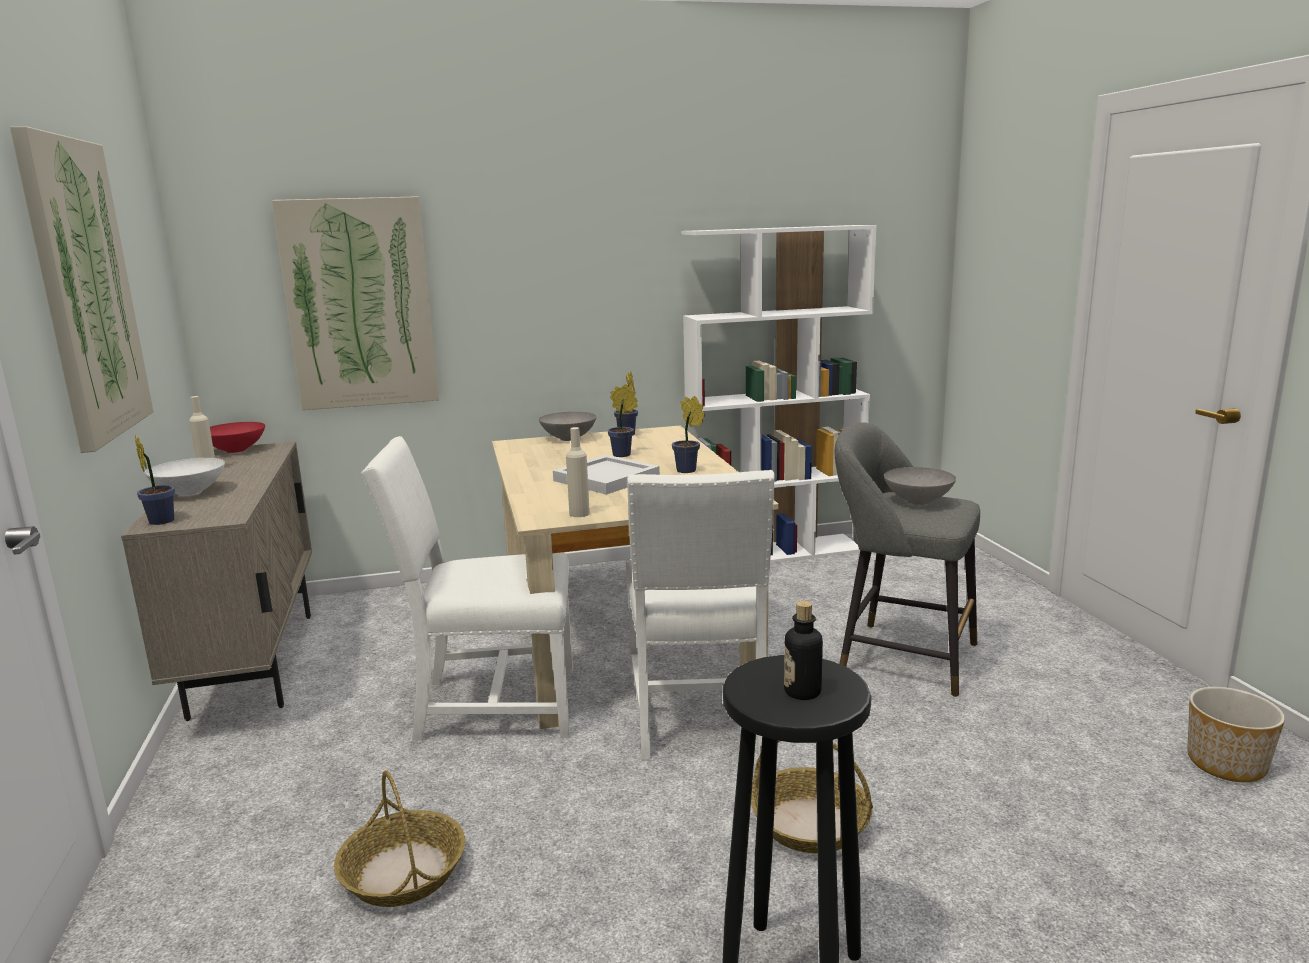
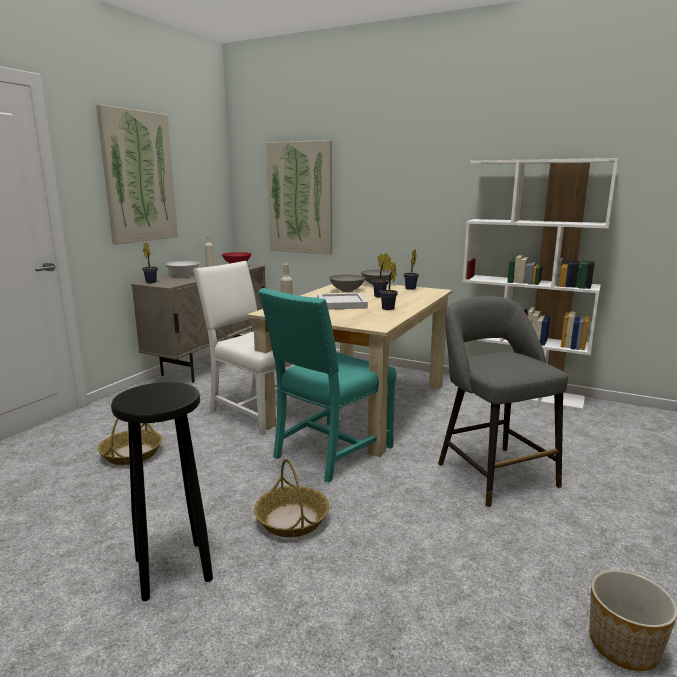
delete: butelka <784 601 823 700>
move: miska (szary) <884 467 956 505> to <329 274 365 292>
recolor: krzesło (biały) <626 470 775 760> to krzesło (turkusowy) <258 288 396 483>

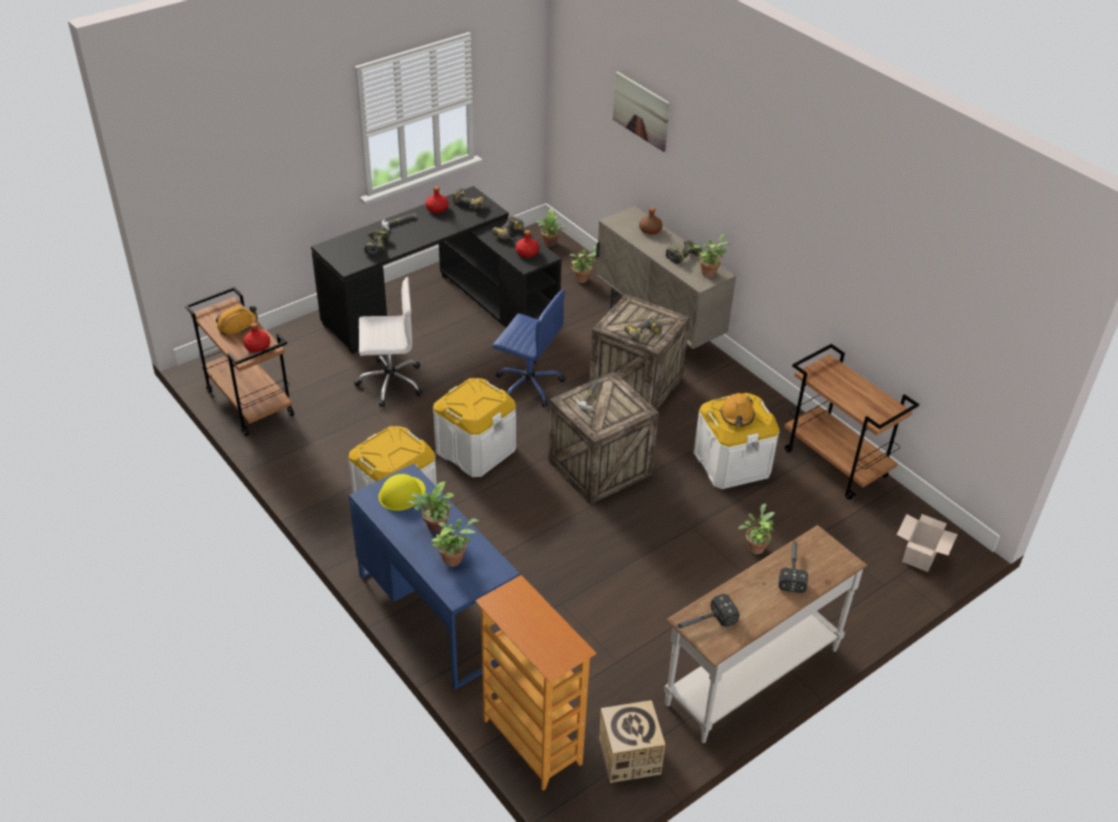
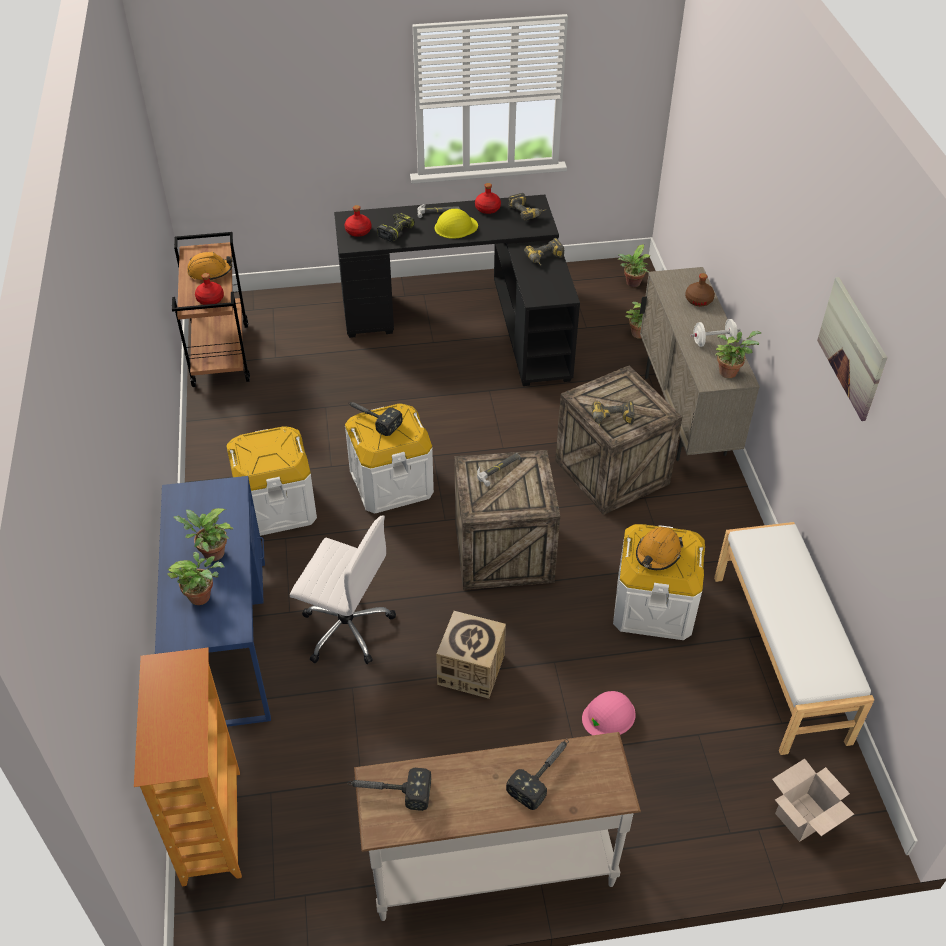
delete: krzesło biurowe (niebieski) <492 290 565 408>
insert: młotek <348 402 403 436>
move: krzesło biurowe (biały) <354 277 423 407> to <290 516 396 664>; butelka (czerwony) <515 230 539 257> to <345 205 371 237>; kask (żółty) <378 474 426 511> to <435 209 478 239>; karton <599 700 665 783> to <436 611 506 699>; obraz <613 71 670 152> to <817 277 888 421>
replace: roślina doniczkowa <738 504 775 554> to kask (różowy) <582 691 636 735>; wiertarka <666 240 702 264> to hantel (biały) <690 319 741 347>; wózek (brązowy) <784 344 919 500> to ławka (biały) <714 522 874 755>

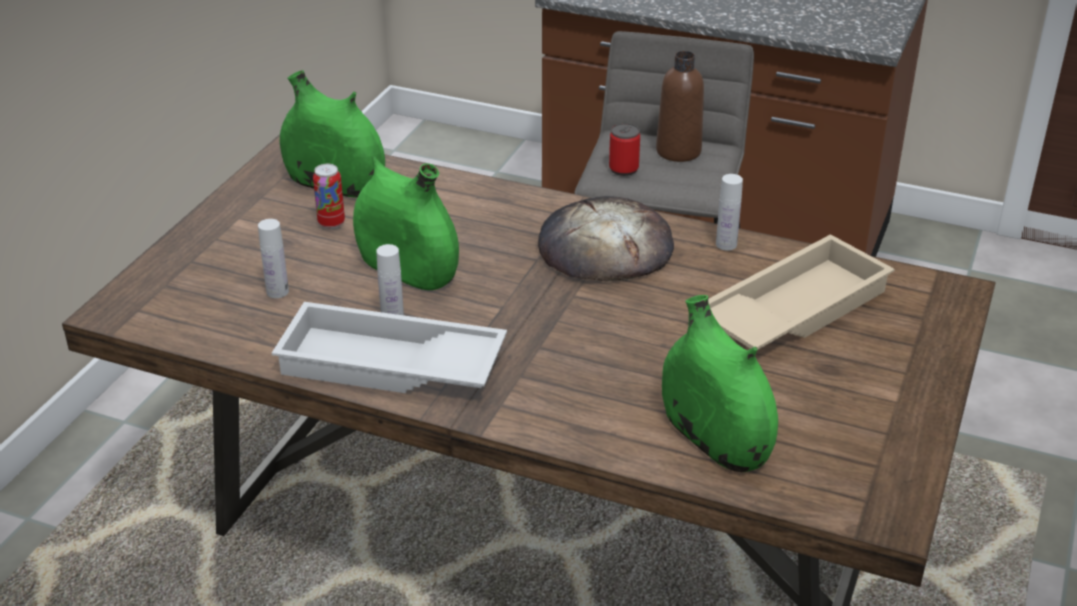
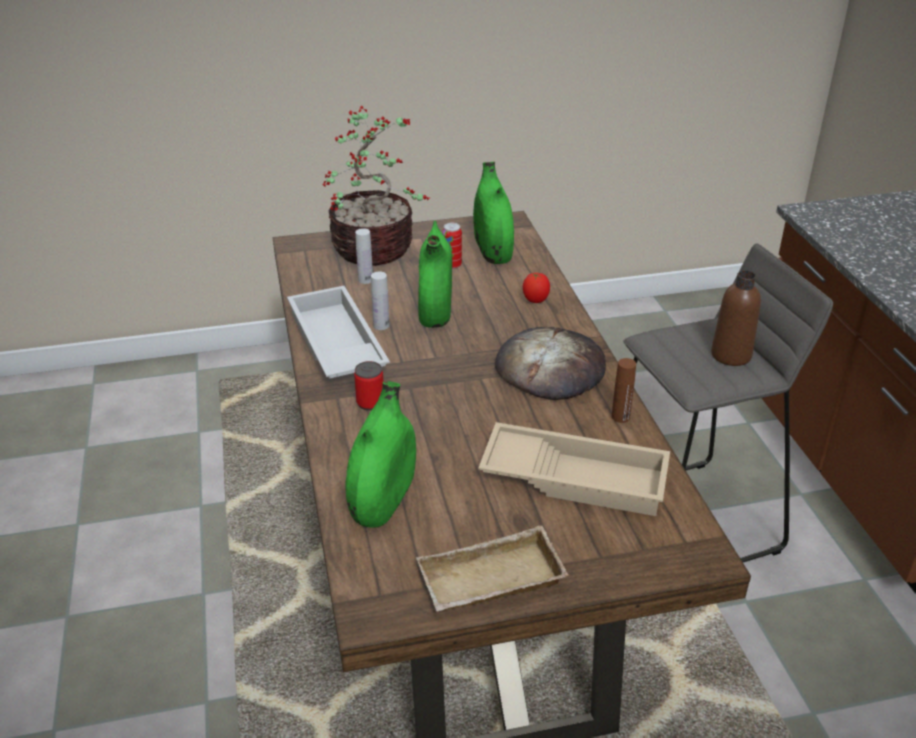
insert: roślina doniczkowa <323 105 430 266>; taca (beżowy) <416 525 569 611>; pomidor <523 273 550 303>
move: puszka <609 123 640 176> to <354 361 383 411>
recolor: butelka (biały) <716 174 743 251> to butelka (brązowy) <612 358 636 423>

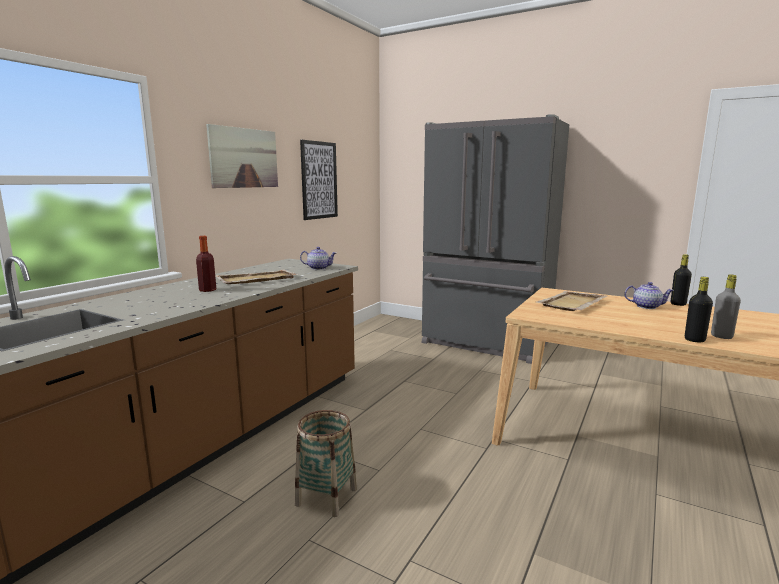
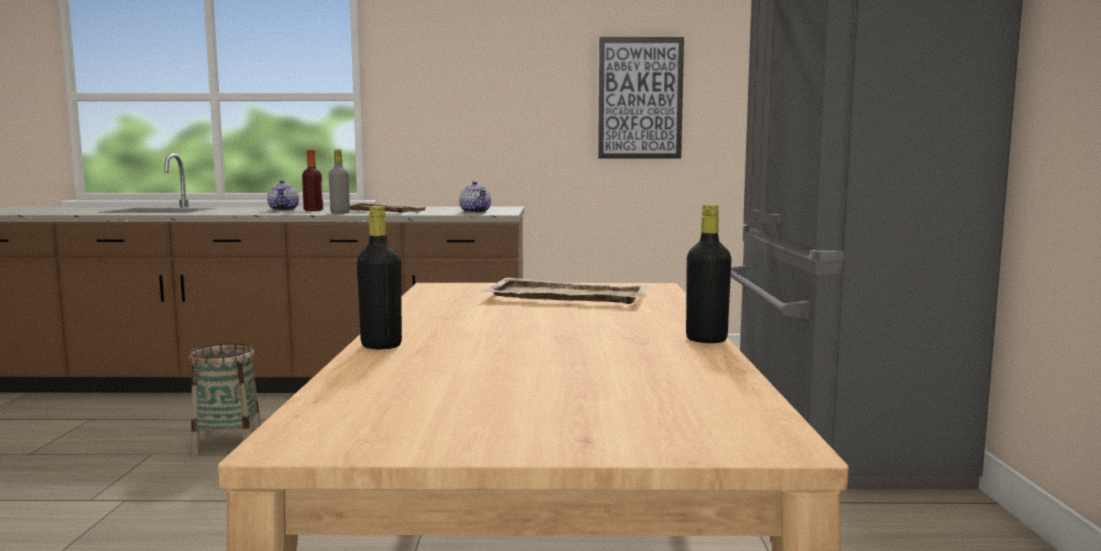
delete: obraz <206 124 278 188>
move: imbryk <624 282 674 309> to <267 180 299 211>; butelka (szary) <711 274 741 339> to <329 149 350 214>

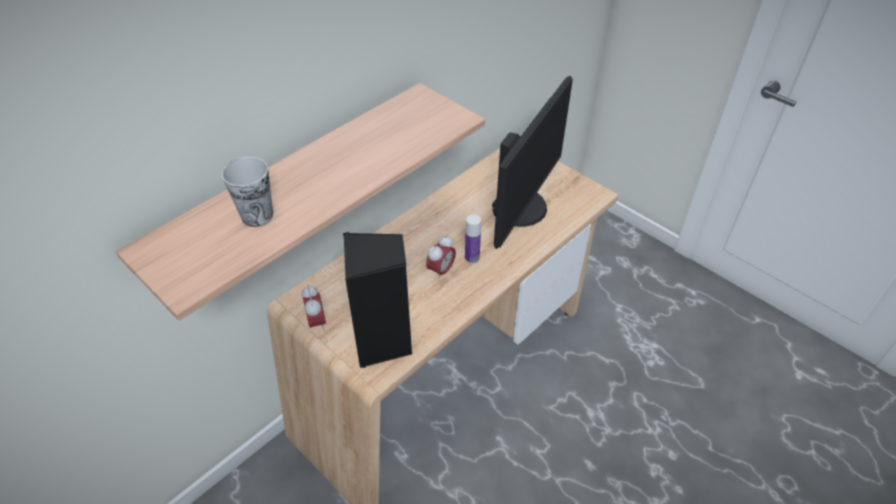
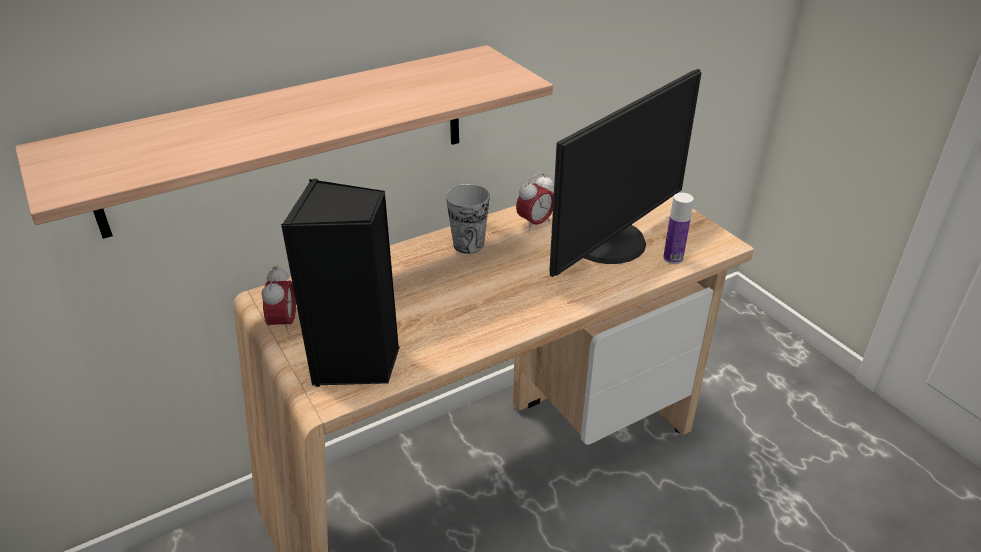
move: filiżanka <222 157 273 227> to <446 184 490 254>; budzik <426 235 456 280> to <516 173 554 231>; butelka <465 214 481 263> to <663 193 694 264>

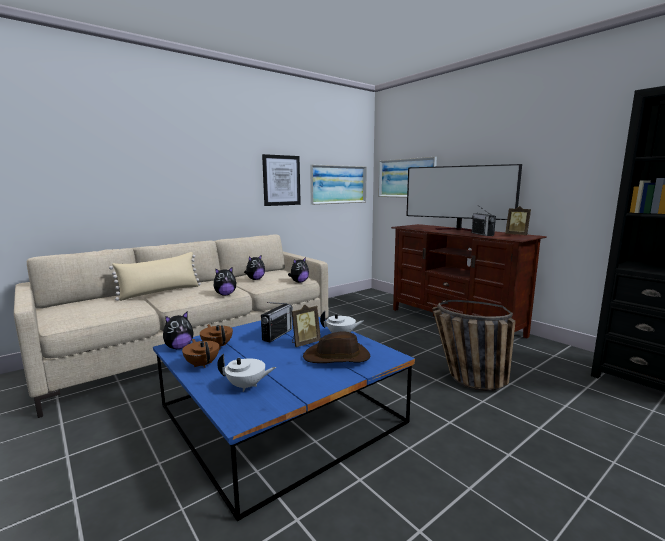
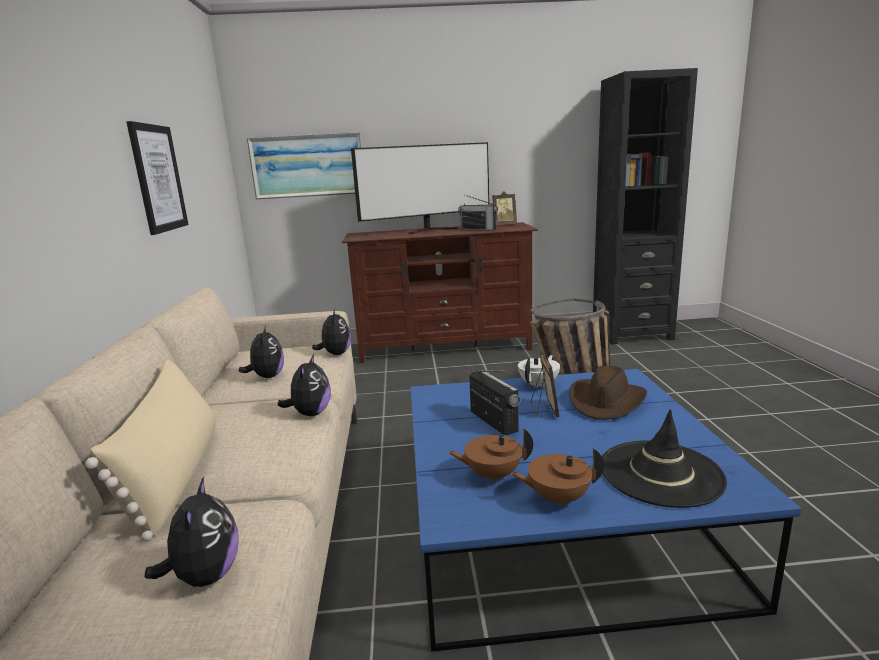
delete: obraz <310 165 367 205>
move: pluszak <163 311 194 349> to <145 476 238 587>
replace: imbryk (biały) <217 354 276 392> to kapelusz (czarny) <602 409 727 508>

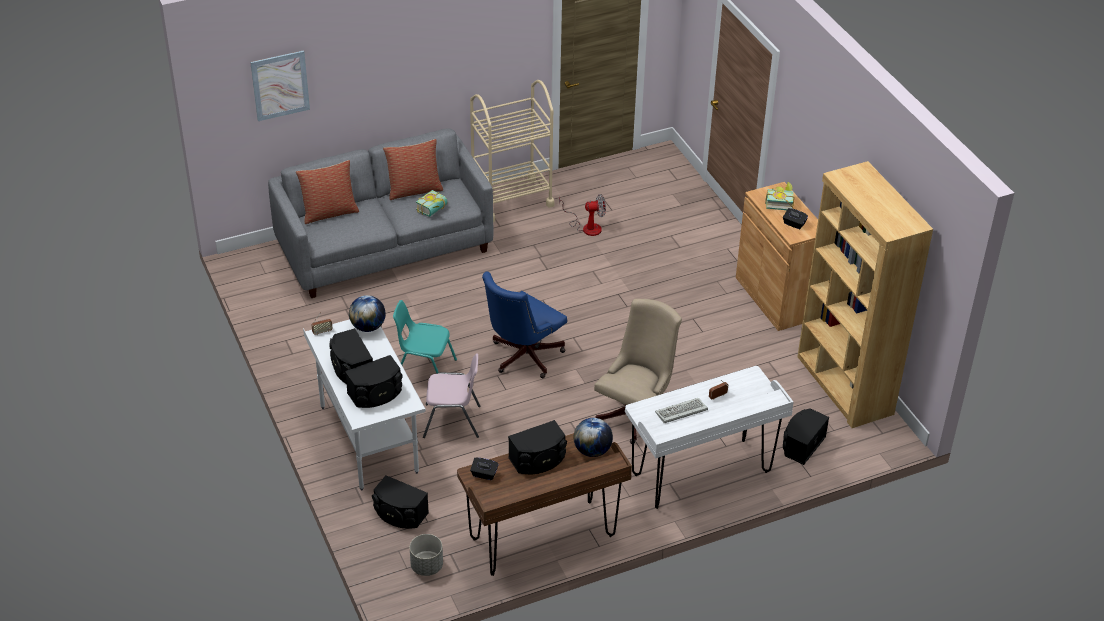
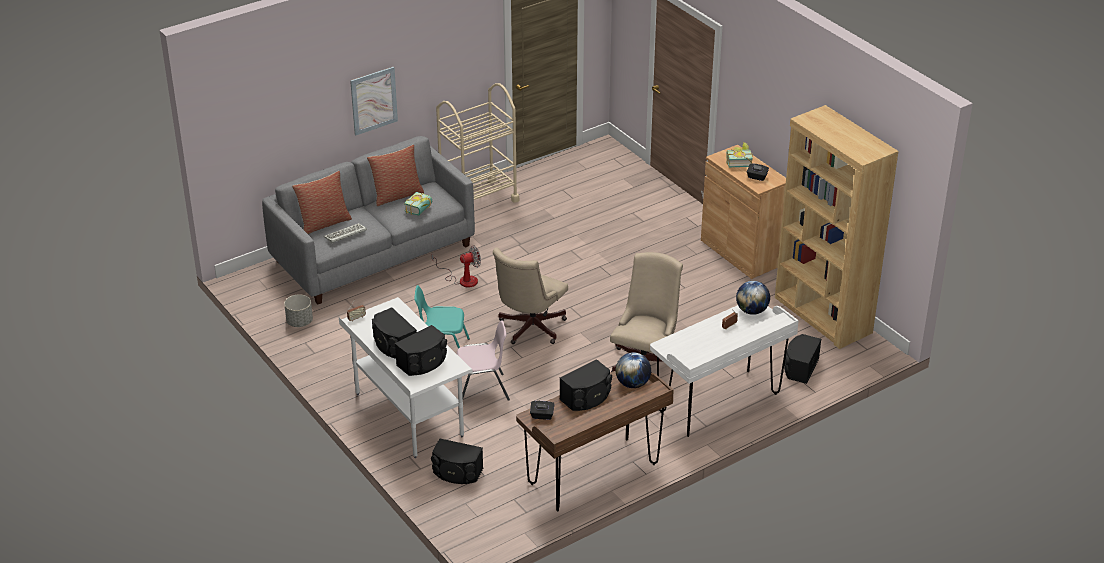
move: donica (szary) <410 534 443 576> to <284 294 313 327>; klawiatura <655 398 708 423> to <324 223 367 243>; obraz <250 50 310 121> to <350 67 398 135>; wentylator <559 194 606 236> to <432 245 481 287>; globus <349 295 386 332> to <736 281 770 315>
recolor: krzesło biurowe (niebieski) <482 271 567 378> to krzesło biurowe (beżowy) <493 247 568 344>

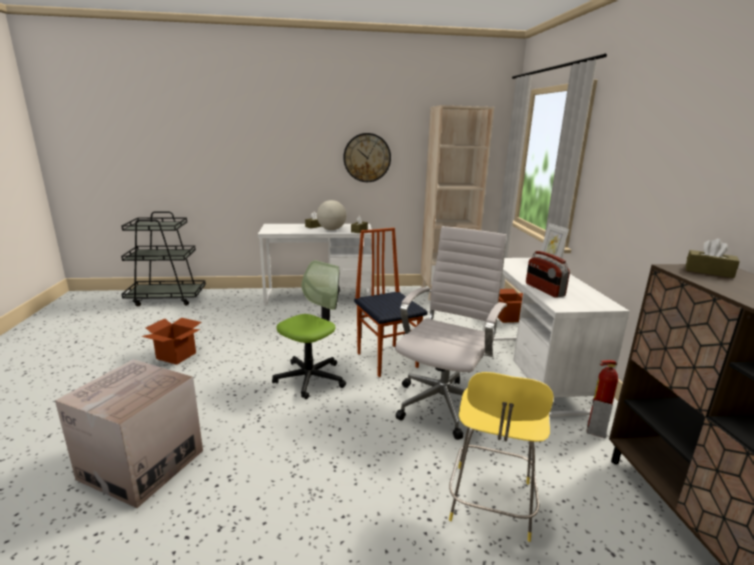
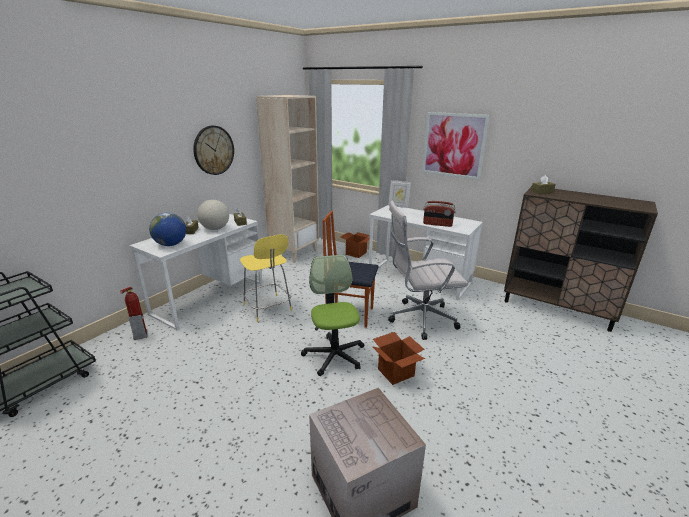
insert: globus <149 213 186 246>; obraz <422 112 490 180>
move: gaśnica <587 360 618 438> to <120 287 148 340>; stołek (żółty) <449 372 554 542> to <240 234 292 322>; karton <141 318 201 365> to <373 332 425 385>
rotate: krzesło biurowe (biały) <395 226 507 440> = <388 201 468 340> 75 degrees counterclockwise

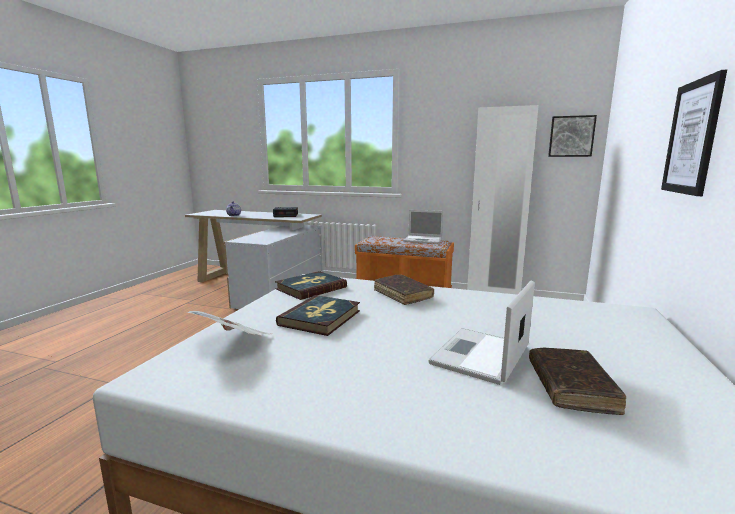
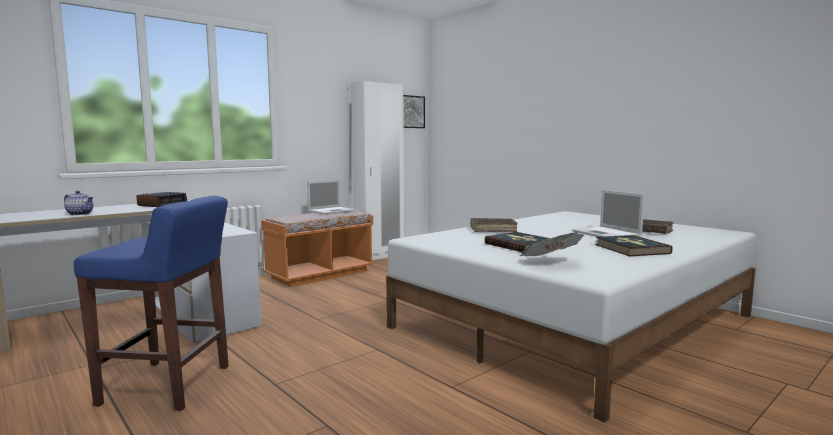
delete: obraz <661 70 727 196>
insert: stołek (niebieski) <74 196 229 411>
move: książka <275 271 347 300> to <595 235 673 257>

